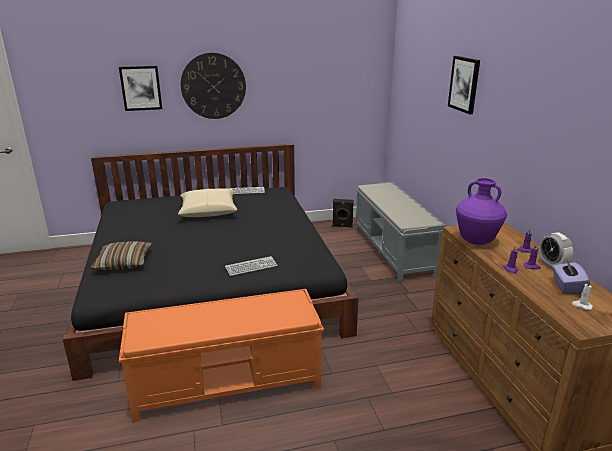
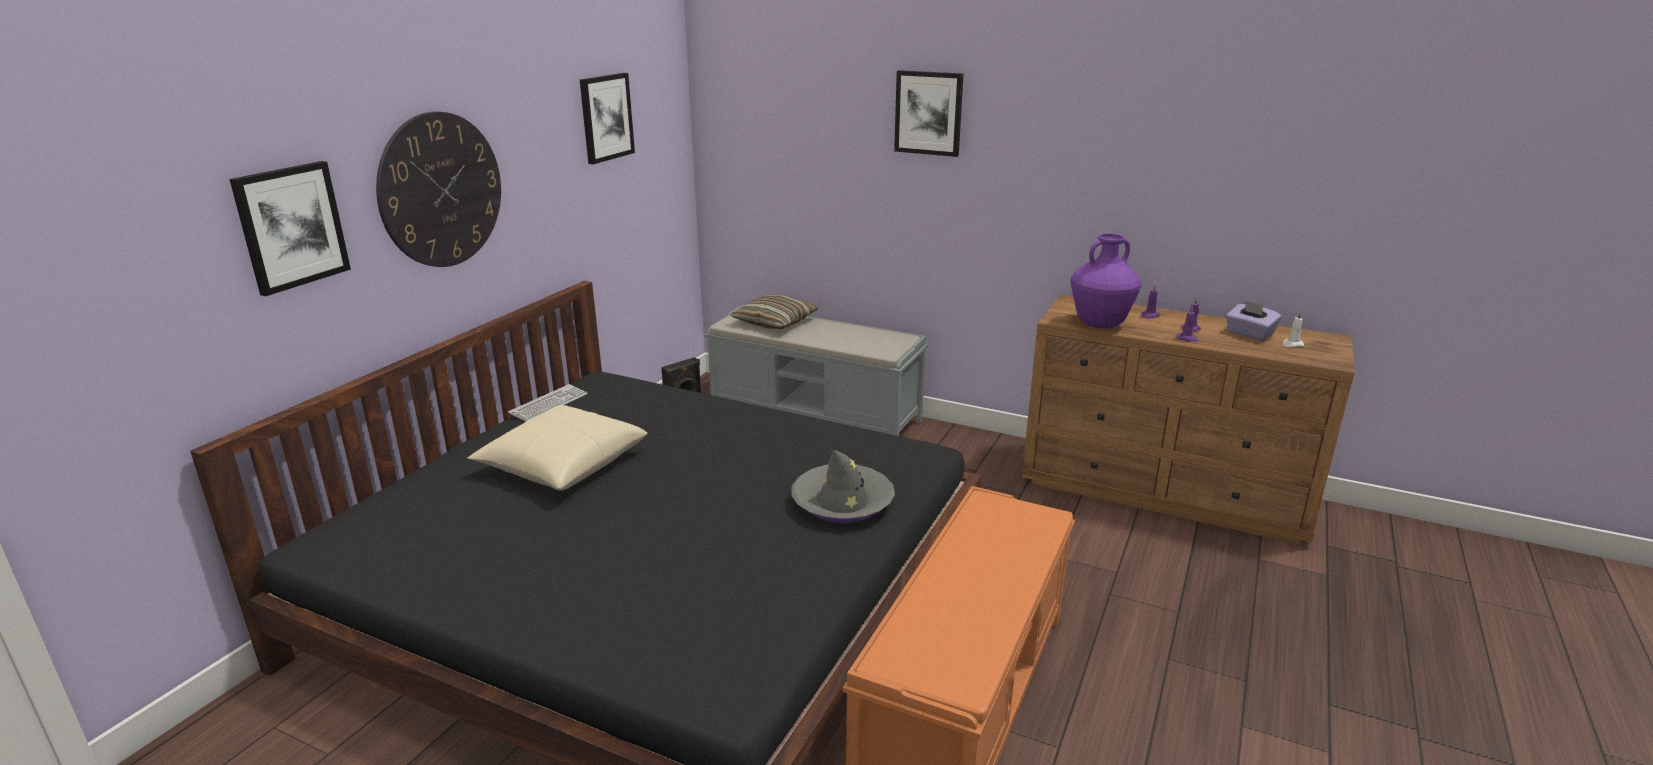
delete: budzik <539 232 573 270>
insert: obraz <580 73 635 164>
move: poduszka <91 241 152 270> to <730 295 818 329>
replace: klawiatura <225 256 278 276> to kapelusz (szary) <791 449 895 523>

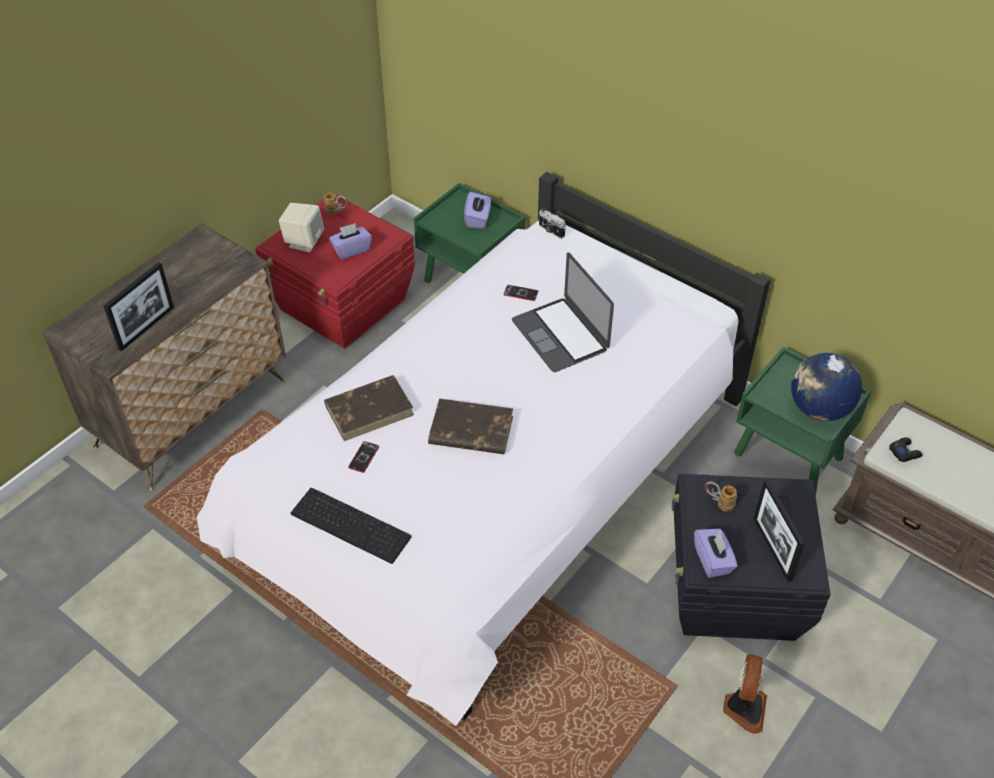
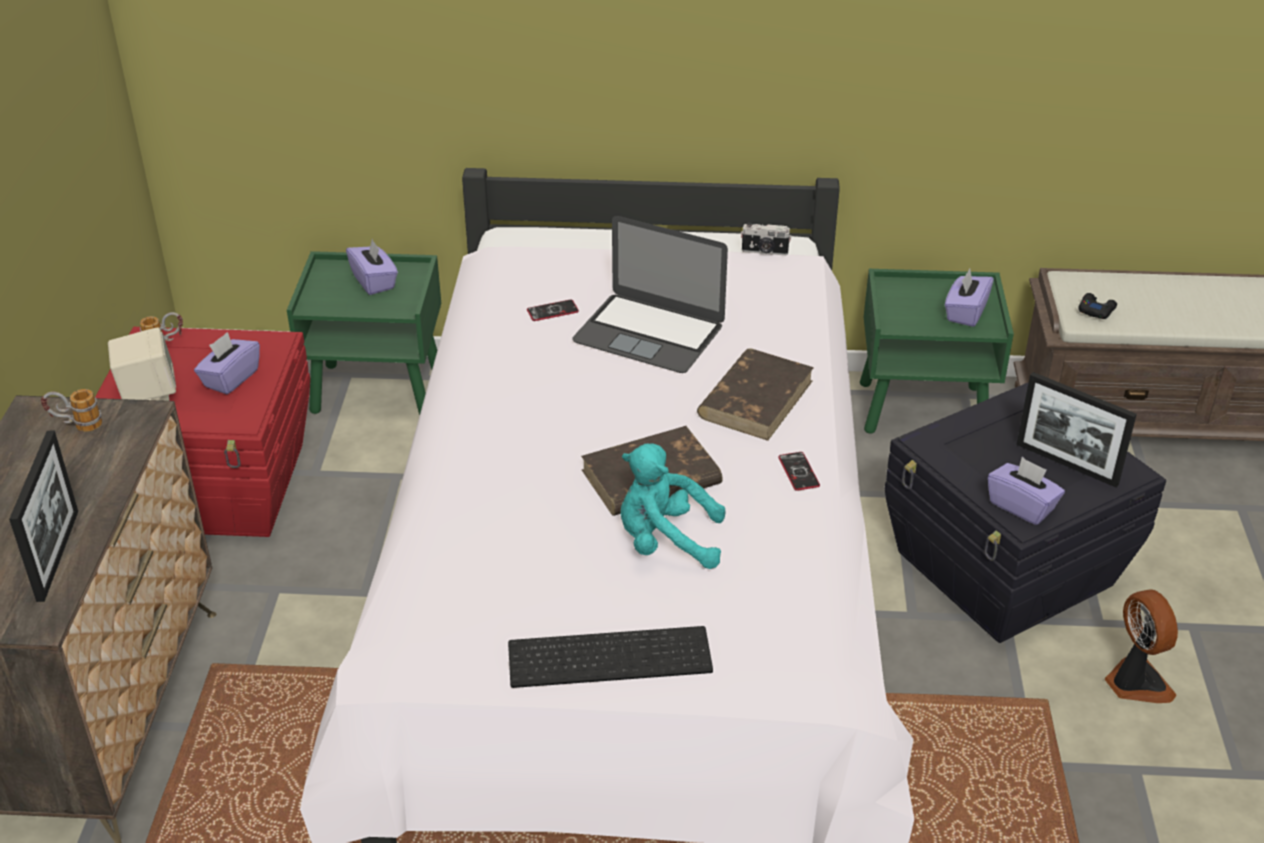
insert: pluszak (turkusowy) <621 443 725 569>
move: kubek <704 482 737 511> to <41 389 102 432>; książka (brązowy) <324 375 414 441> to <697 348 814 441>; aparat fotograficzny <539 209 566 239> to <741 223 791 256>; telefon <348 441 379 473> to <778 452 820 491>
replace: globus <791 353 862 421> to pudełko chusteczek (fioletowy) <945 269 994 327>

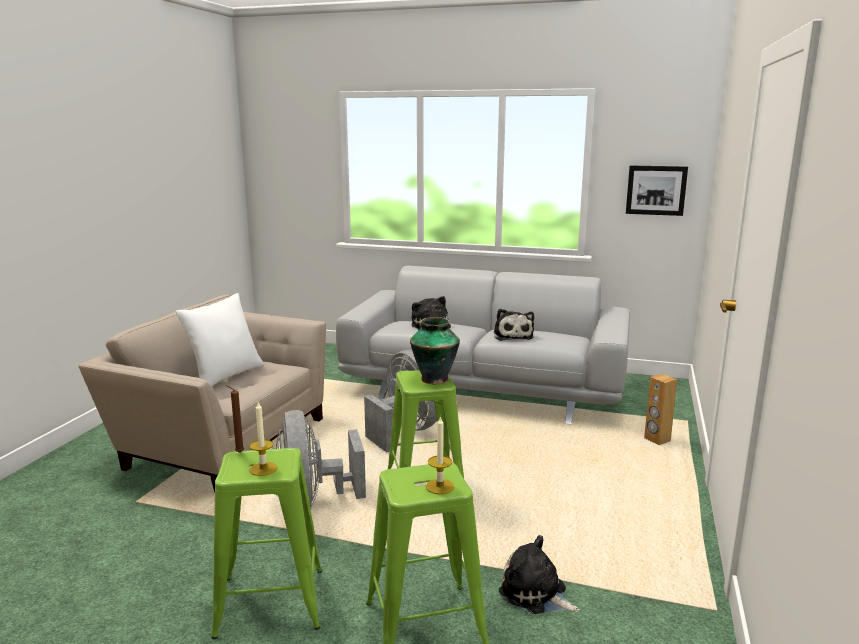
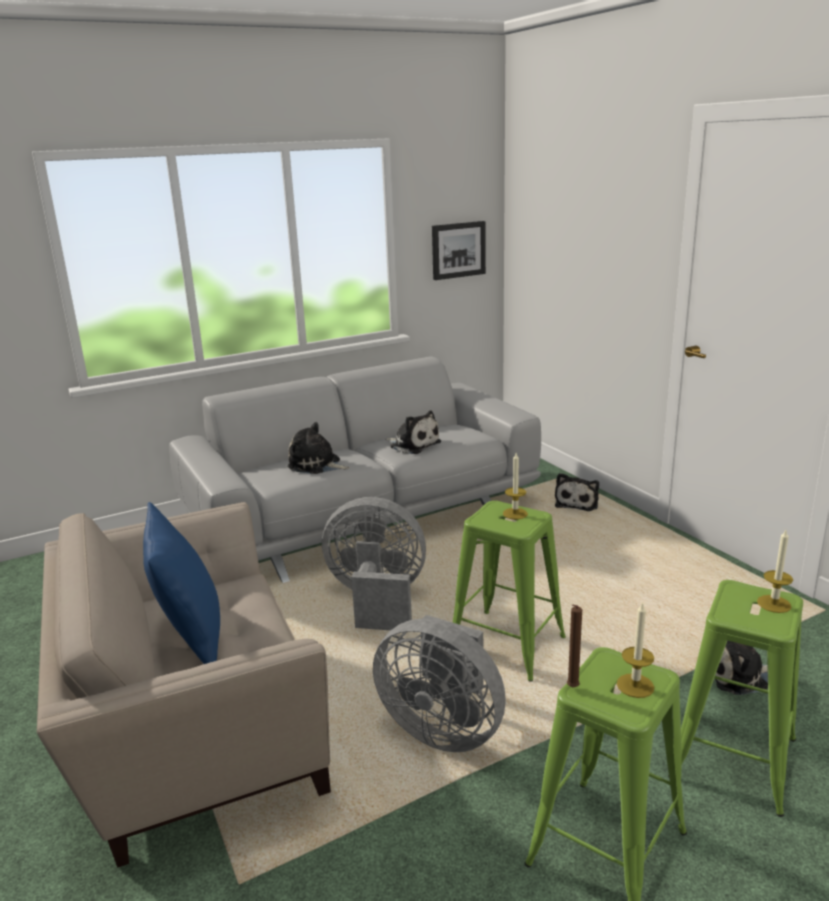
replace: wazon <410 317 460 384> to świeca <503 453 528 519>; głośnik (brązowy) <644 374 677 445> to pluszak <555 473 599 511>
recolor: poduszka (biały) <176 293 264 386> to poduszka (niebieski) <143 502 220 664>

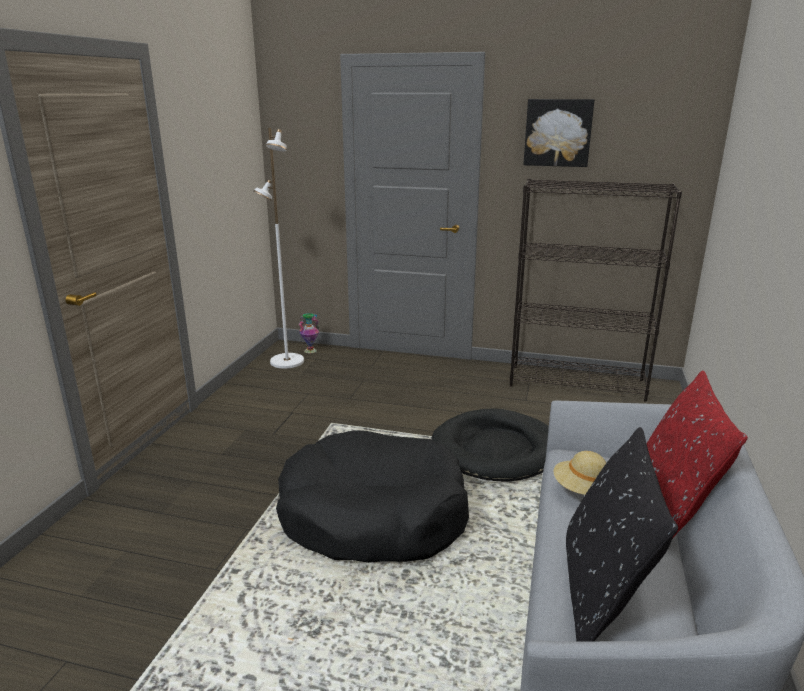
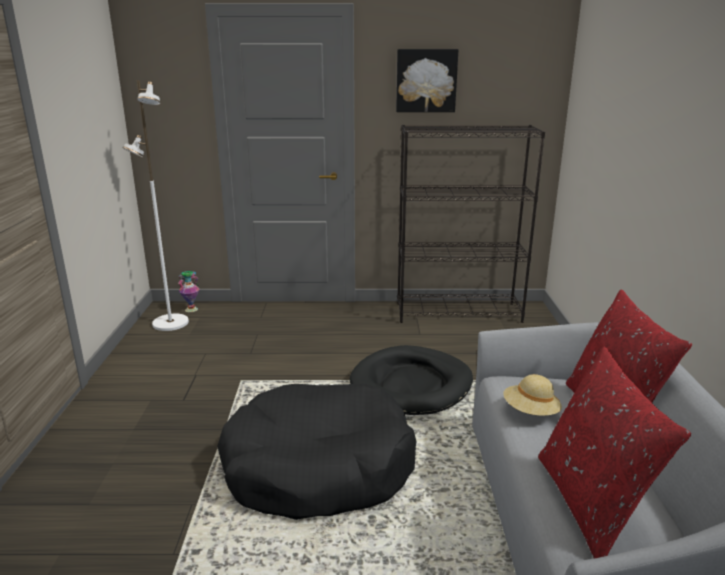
recolor: poduszka (czarny) <566 427 678 642> to poduszka (czerwony) <538 347 691 558>

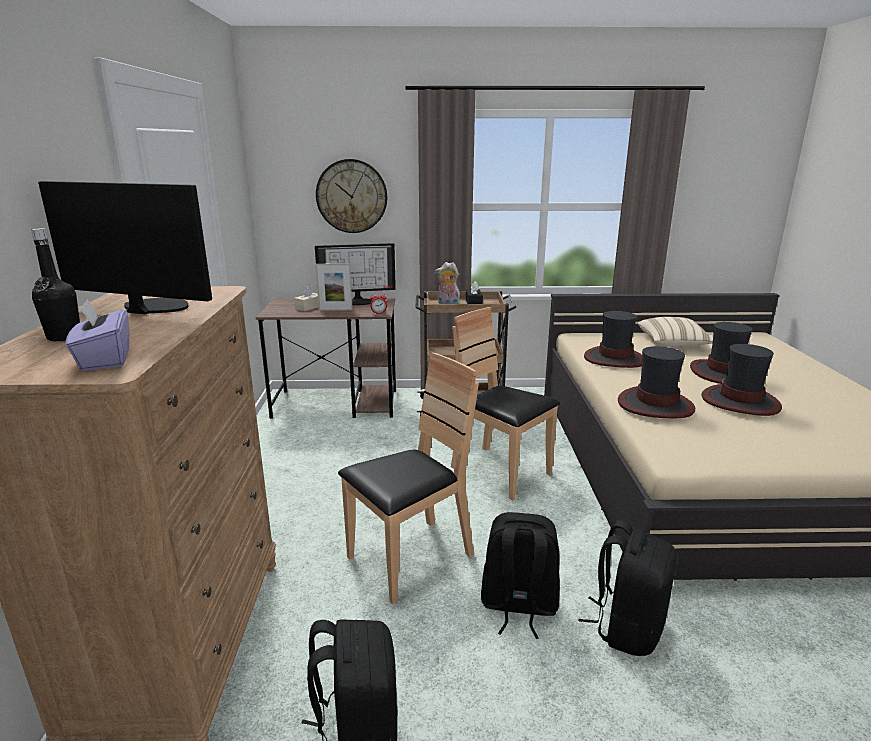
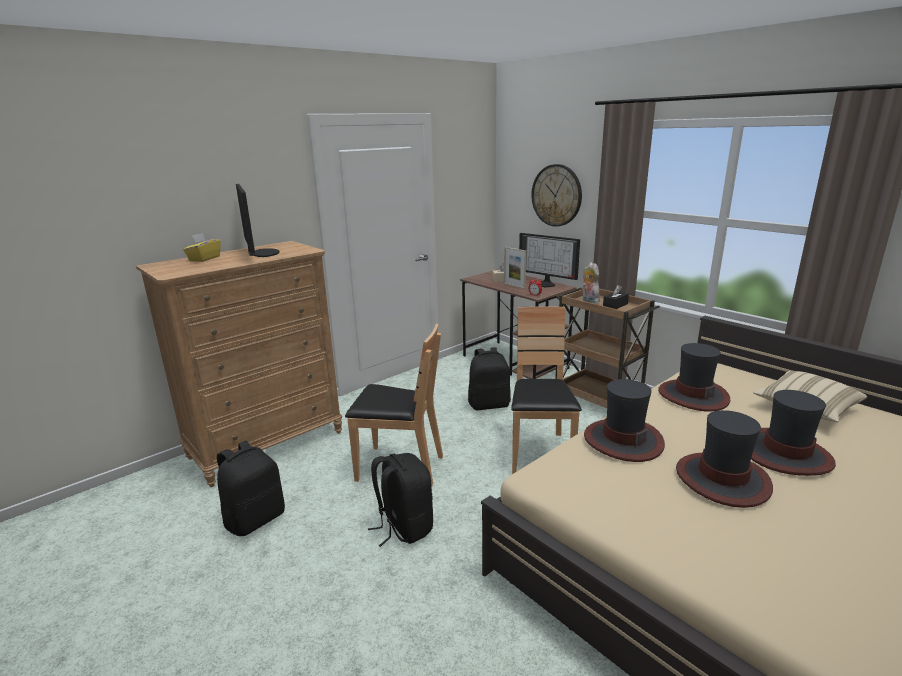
delete: pudełko chusteczek (fioletowy) <66 299 129 371>
move: plecak (czarny) <578 520 677 656> to <468 347 511 410>
replace: butelka (czarny) <31 228 80 341> to pudełko chusteczek (żółty) <183 233 221 262>

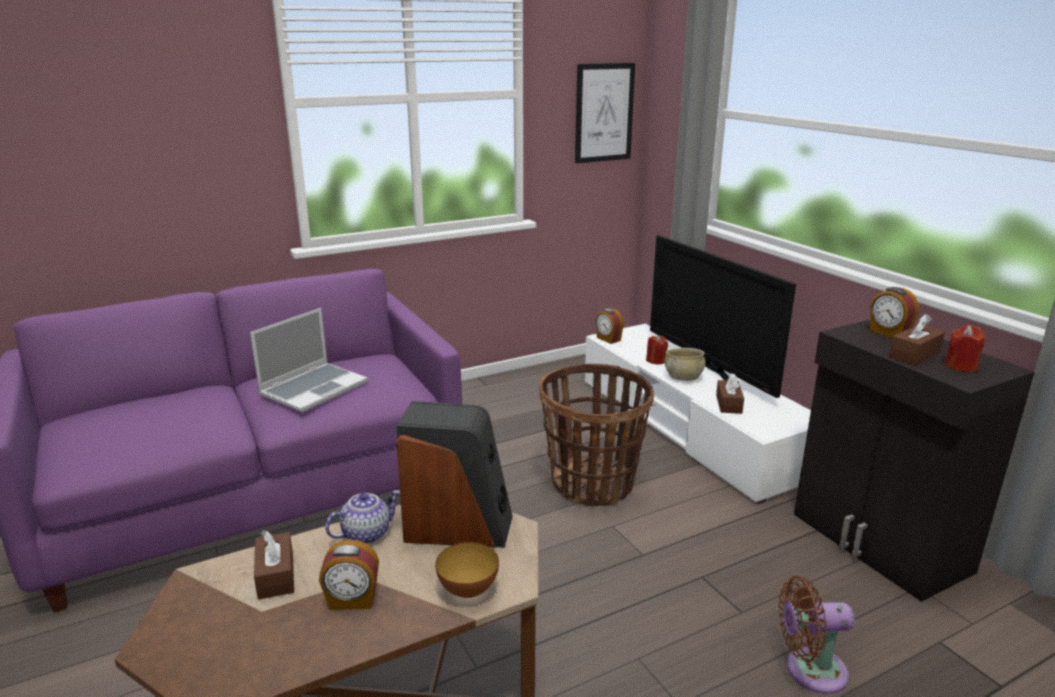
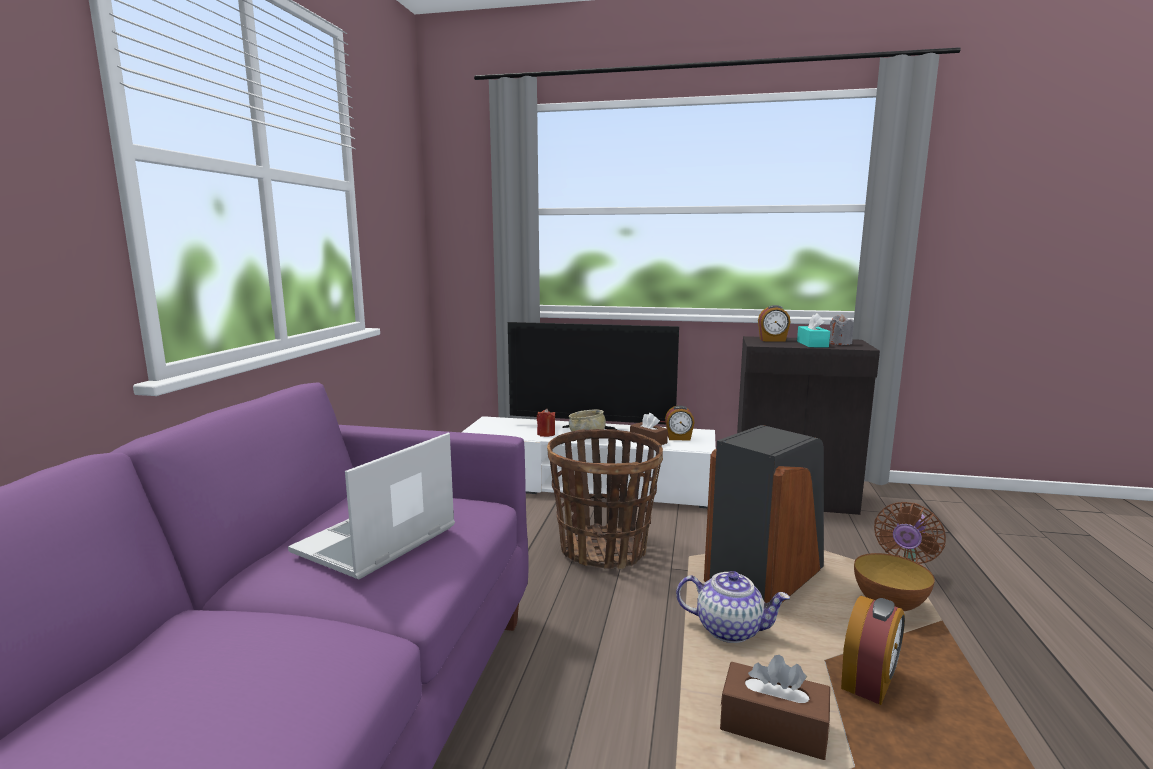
delete: obraz <575 63 635 164>
move: budzik <595 308 624 344> to <665 405 695 440>
recolor: pudełko chusteczek (brązowy) <889 314 945 365> to pudełko chusteczek (turkusowy) <797 313 830 347>; świeca (czerwony) <945 325 985 372> to świeca (szary) <830 314 854 345>
rotate: laptop <250 308 368 412> = <288 433 455 579> 135 degrees counterclockwise; imbryk <325 490 400 544> = <676 571 790 643> 105 degrees clockwise

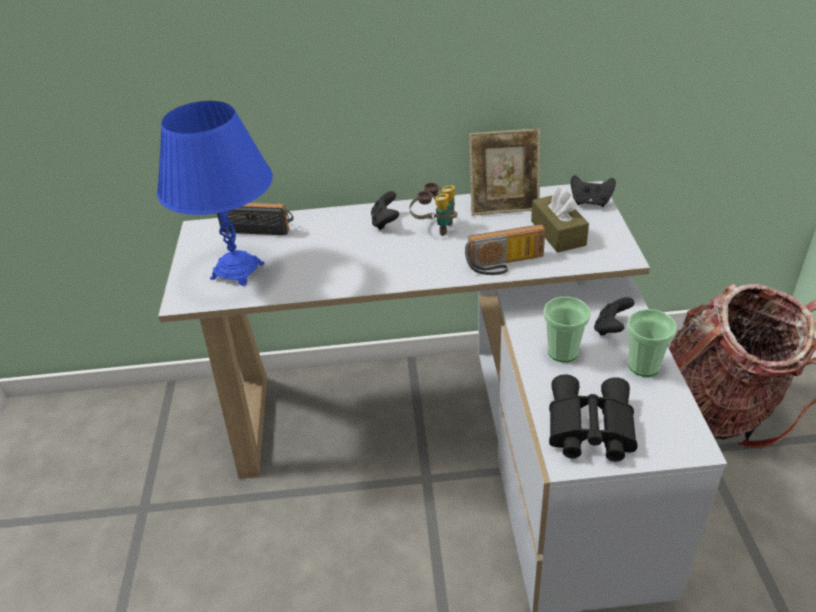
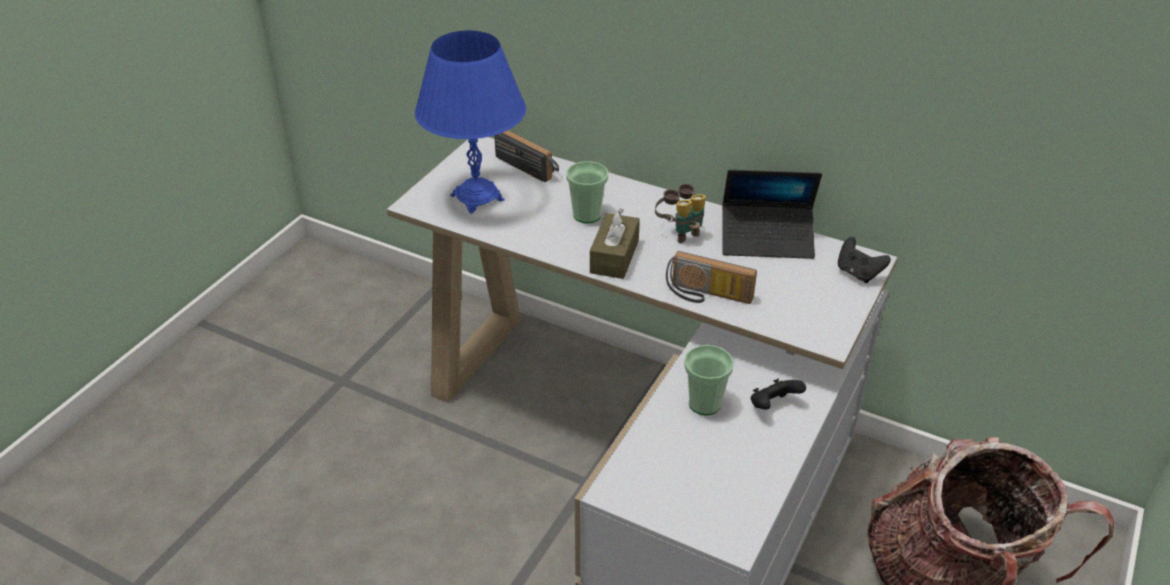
delete: pad do gier (czarny) <371 191 399 230>; lornetka (czarny) <549 374 638 462>
move: filiżanka <627 309 677 377> to <566 161 608 223>; pudełko chusteczek (brązowy) <531 187 589 253> to <590 208 640 279>
replace: ramka na zdjęcie <469 129 540 216> to laptop <722 170 822 259>

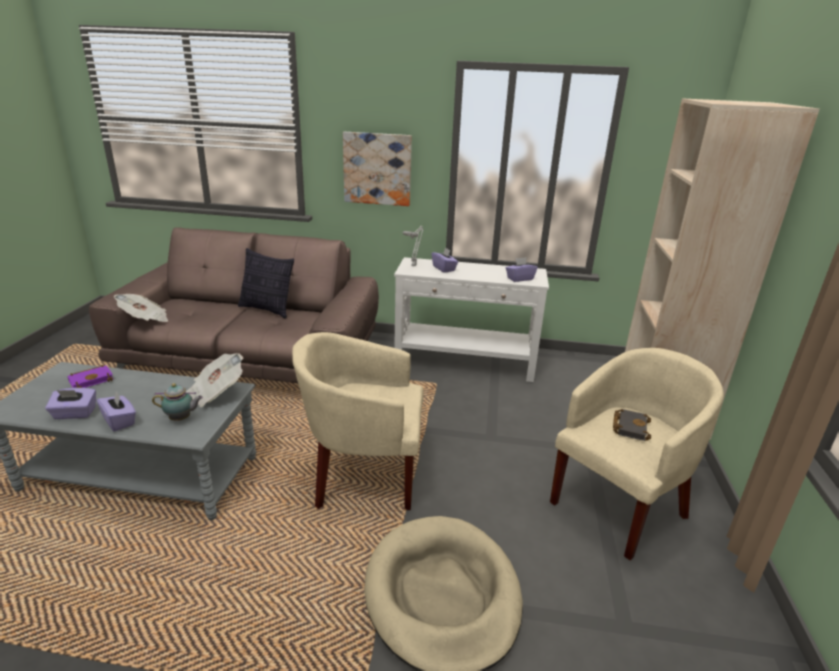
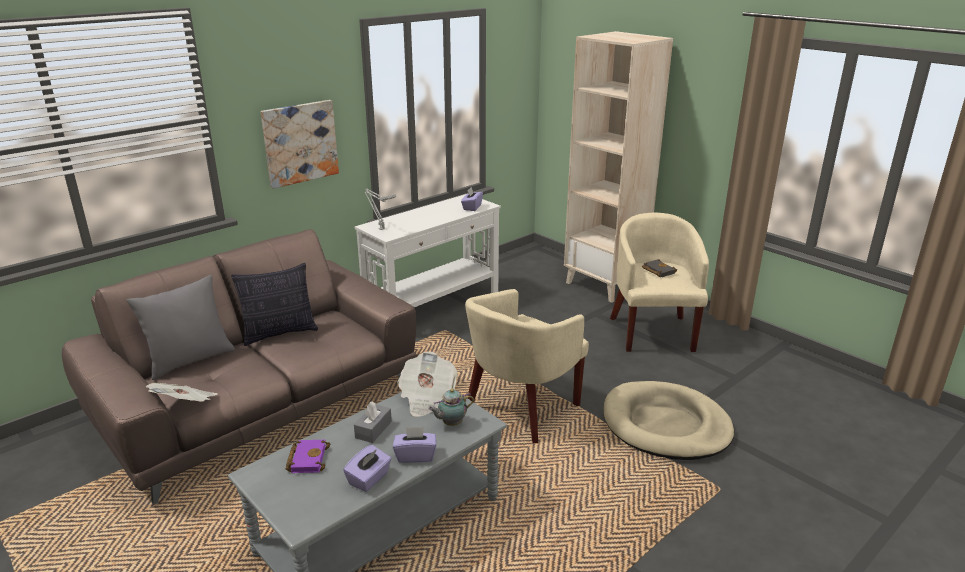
delete: pudełko chusteczek (fioletowy) <432 247 458 273>
insert: poduszka (szary) <127 275 235 380>; pudełko chusteczek (szary) <354 401 392 443>
rotate: imbryk <152 383 203 421> = <428 389 474 426> 150 degrees counterclockwise

